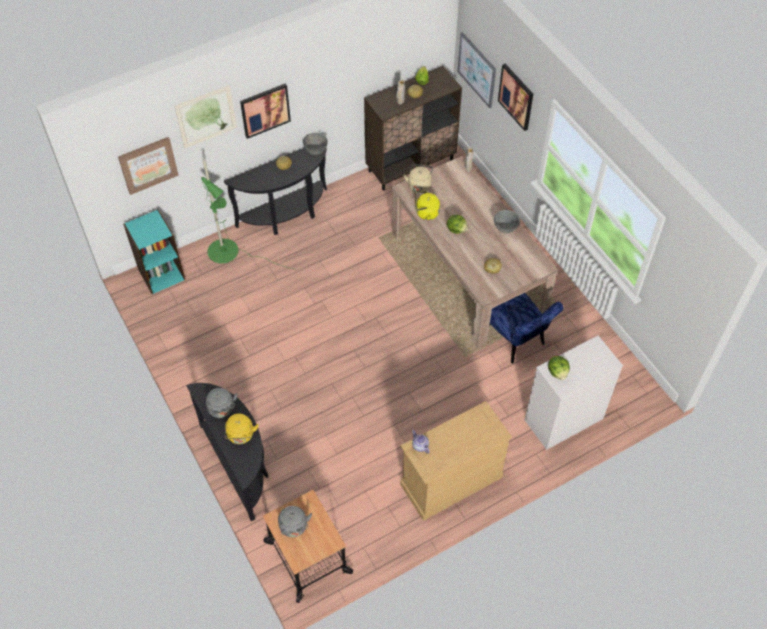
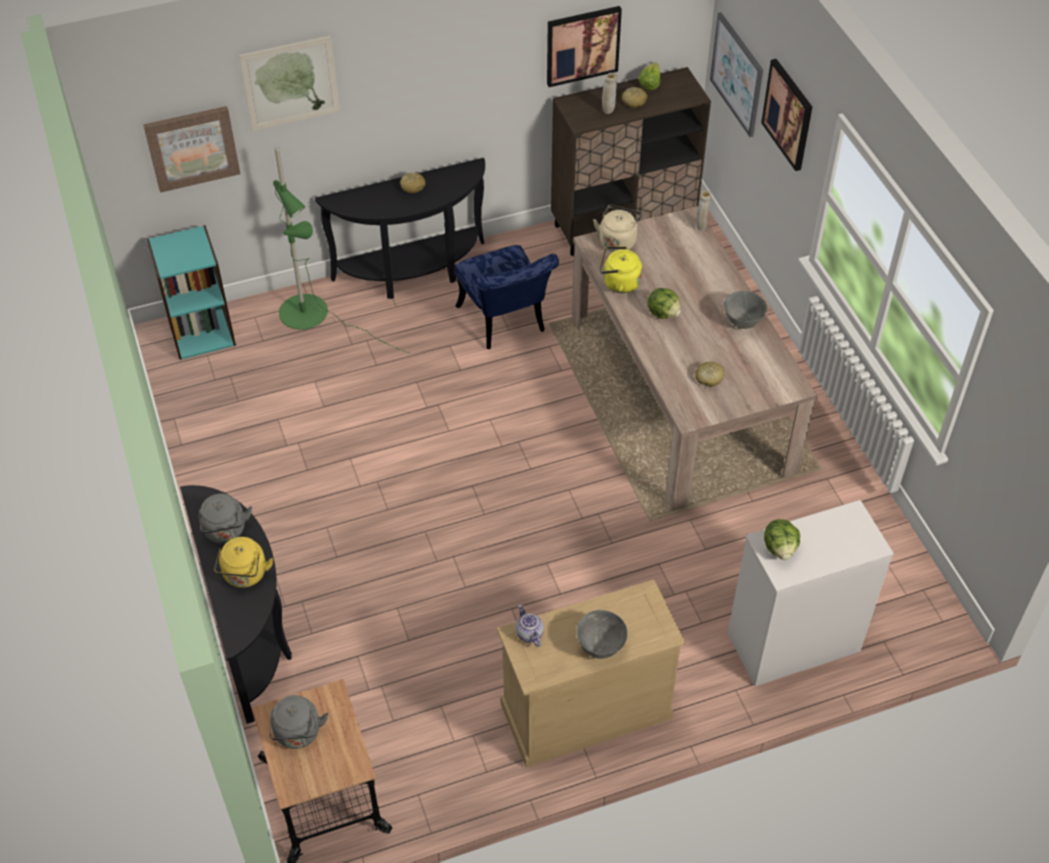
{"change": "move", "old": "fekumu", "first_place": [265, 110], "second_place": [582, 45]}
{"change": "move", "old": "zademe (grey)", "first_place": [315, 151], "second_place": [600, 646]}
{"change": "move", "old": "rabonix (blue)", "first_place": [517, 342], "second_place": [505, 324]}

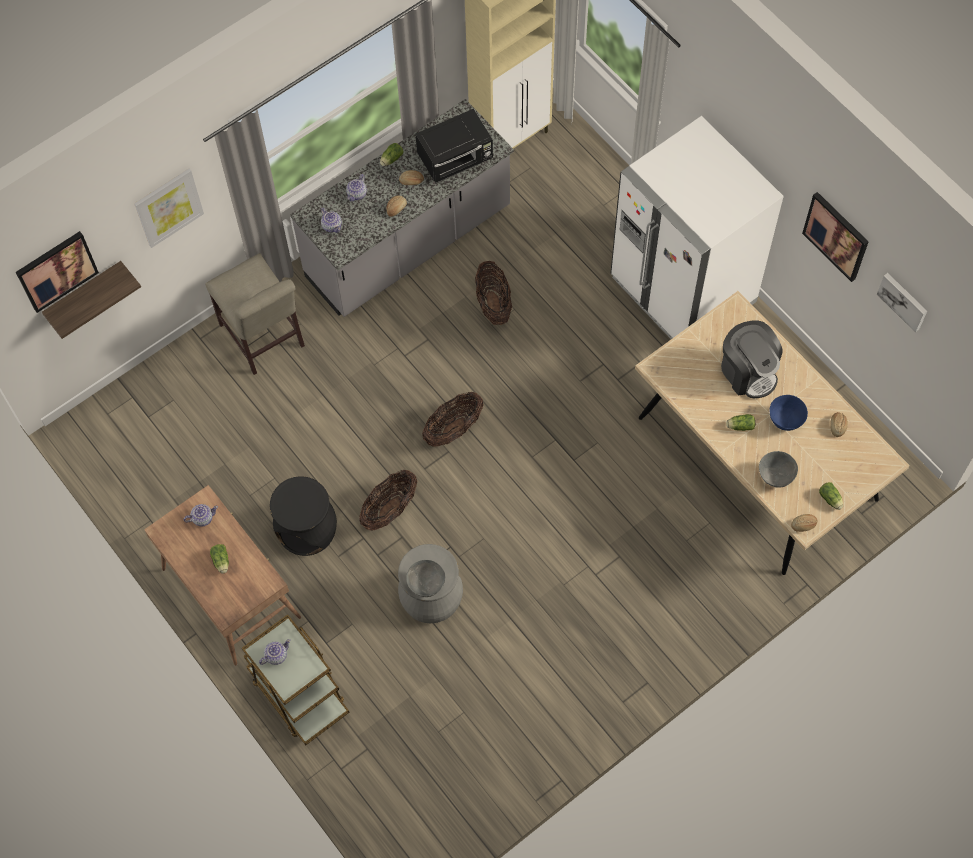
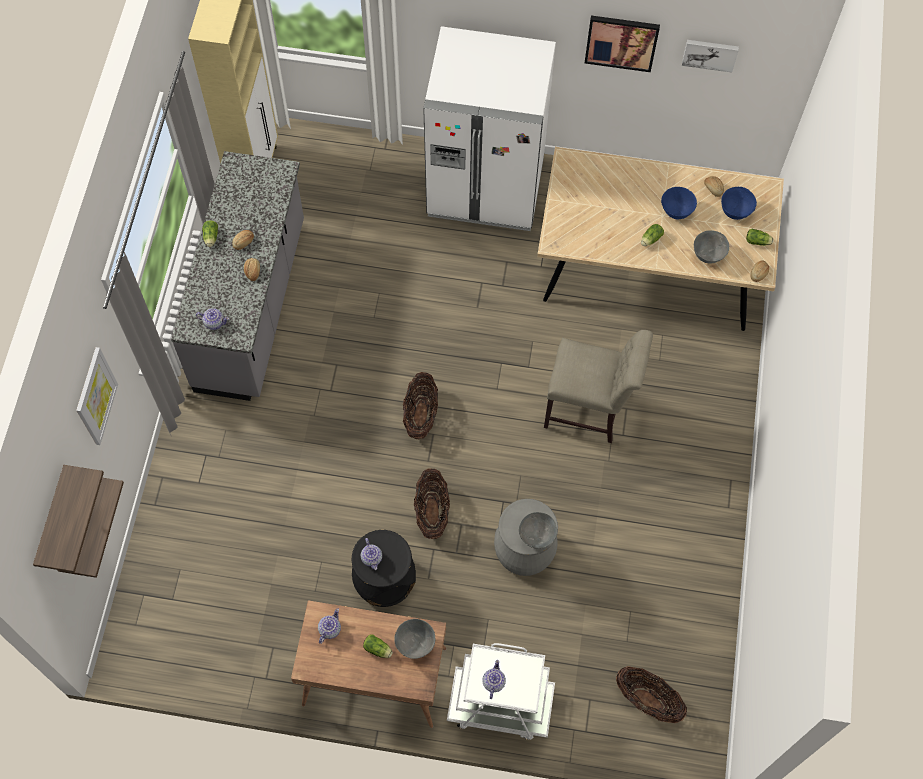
{"change": "delete", "old": "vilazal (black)", "first_place": [456, 159]}
{"change": "move", "old": "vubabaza", "first_place": [357, 194], "second_place": [372, 558]}
{"change": "replace", "old": "fekumu", "new": "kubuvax", "first_place": [56, 270], "second_place": [53, 520]}
{"change": "move", "old": "rabonix (beige)", "first_place": [264, 339], "second_place": [589, 411]}
{"change": "move", "old": "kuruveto", "first_place": [493, 304], "second_place": [648, 700]}
{"change": "delete", "old": "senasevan", "first_place": [748, 371]}
{"change": "recolor", "old": "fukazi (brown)", "new": "fukazi (white)", "first_place": [298, 693], "second_place": [500, 704]}
{"change": "insert", "new": "zademe (blue)", "second_place": [735, 212]}
{"change": "insert", "new": "zademe (grey)", "second_place": [415, 643]}

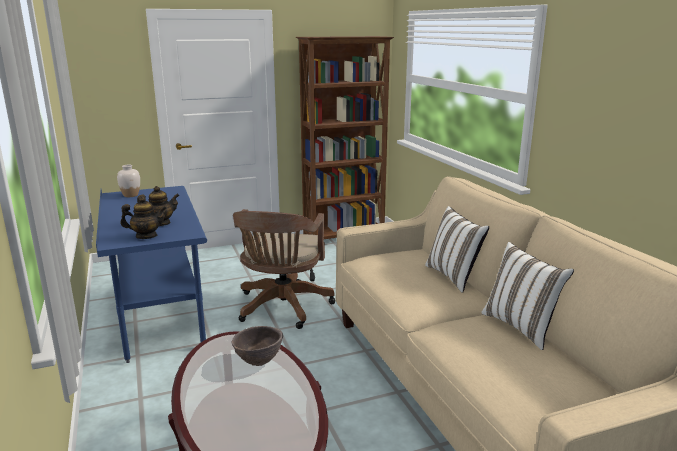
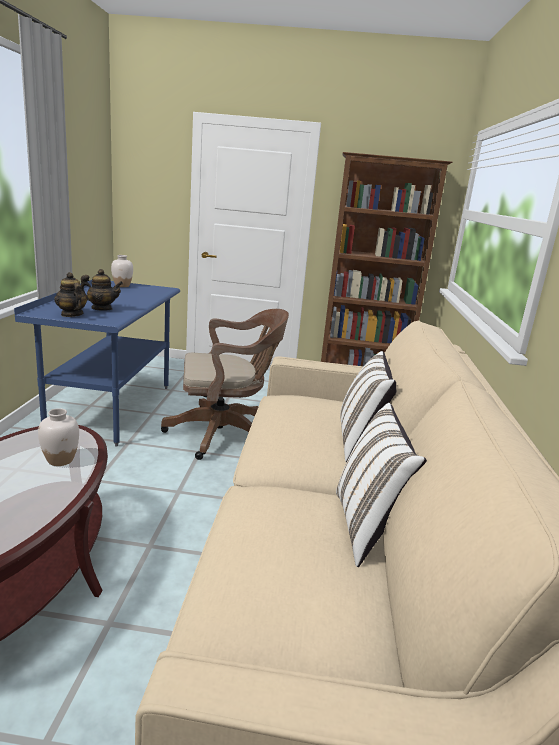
{"change": "rotate", "old": "vubabaza", "first_place": [146, 236], "second_place": [71, 314], "degrees": -150}
{"change": "rotate", "old": "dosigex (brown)", "first_place": [282, 308], "second_place": [225, 434], "degrees": -135}
{"change": "replace", "old": "zademe (brown)", "new": "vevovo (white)", "first_place": [258, 362], "second_place": [60, 460]}

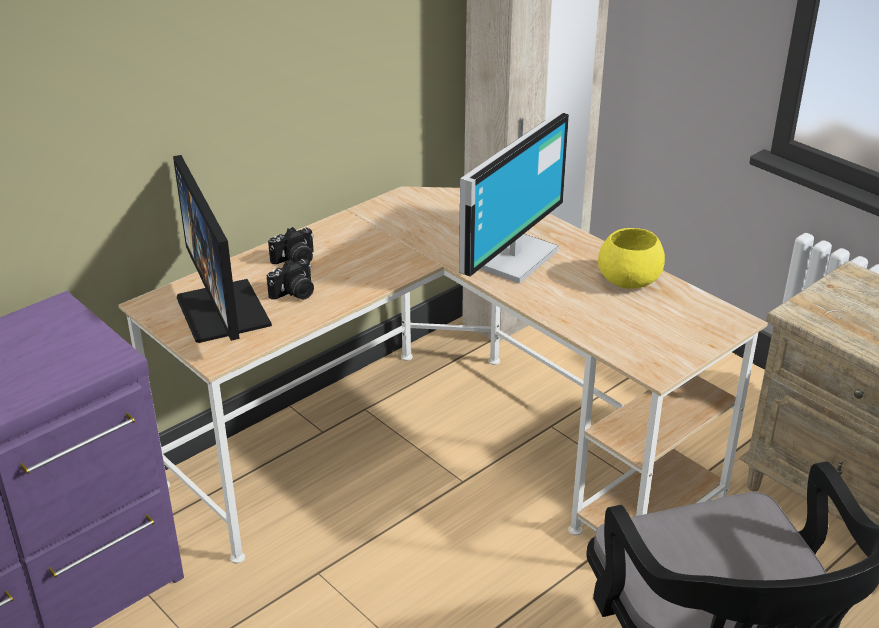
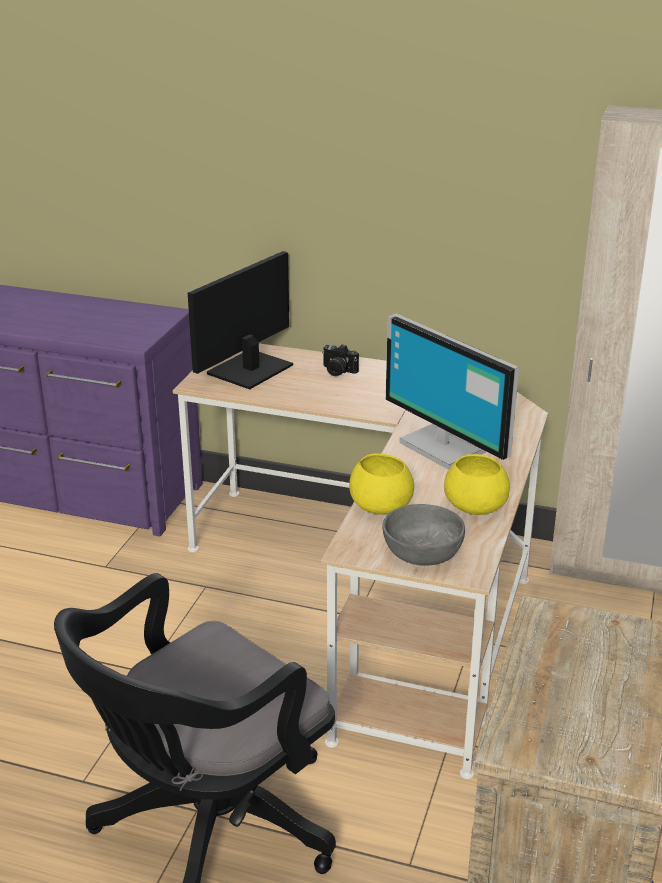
{"change": "rotate", "old": "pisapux", "first_place": [511, 257], "second_place": [444, 446], "degrees": 45}
{"change": "delete", "old": "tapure", "first_place": [294, 293]}
{"change": "insert", "new": "zademe (yellow)", "second_place": [379, 505]}
{"change": "insert", "new": "zademe (grey)", "second_place": [422, 552]}

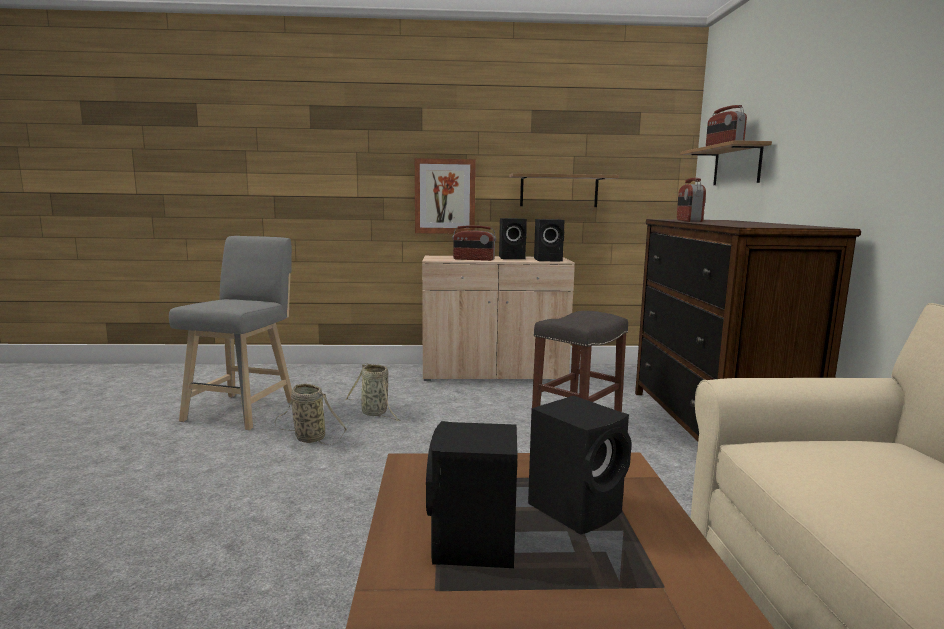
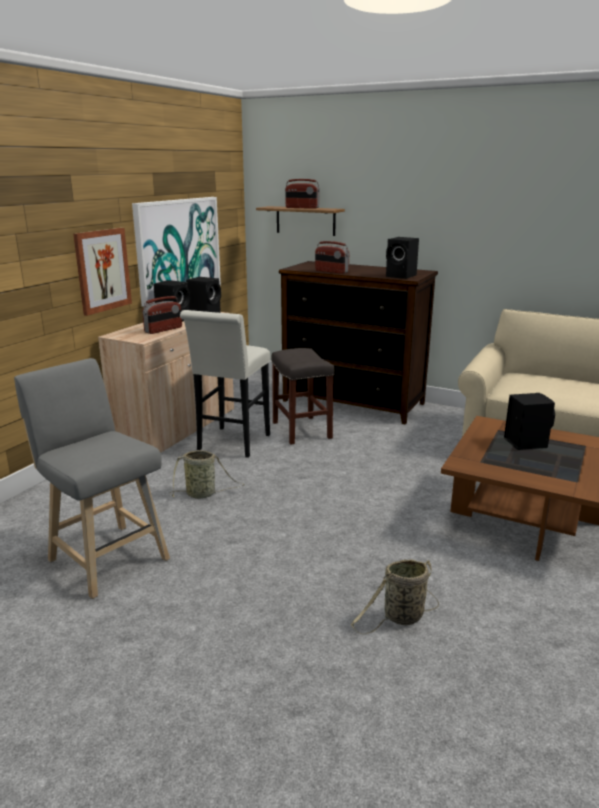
{"change": "replace", "old": "kubuvax", "new": "fekumu", "first_place": [559, 191], "second_place": [178, 248]}
{"change": "move", "old": "kuruveto", "first_place": [308, 437], "second_place": [401, 618]}
{"change": "move", "old": "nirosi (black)", "first_place": [473, 547], "second_place": [402, 276]}
{"change": "insert", "new": "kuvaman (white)", "second_place": [231, 444]}

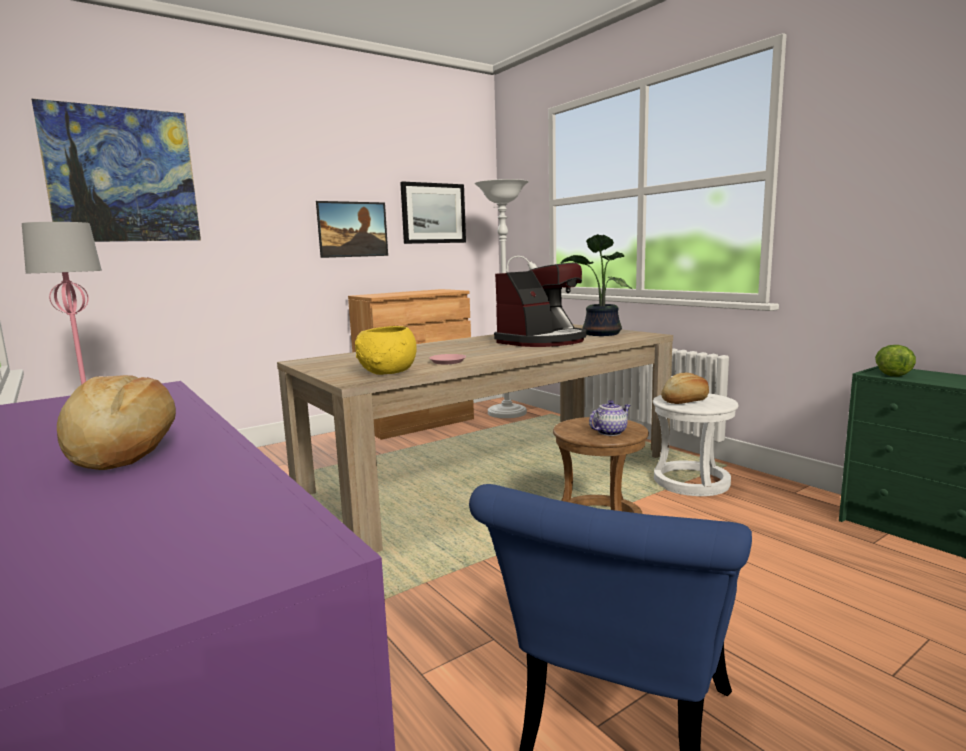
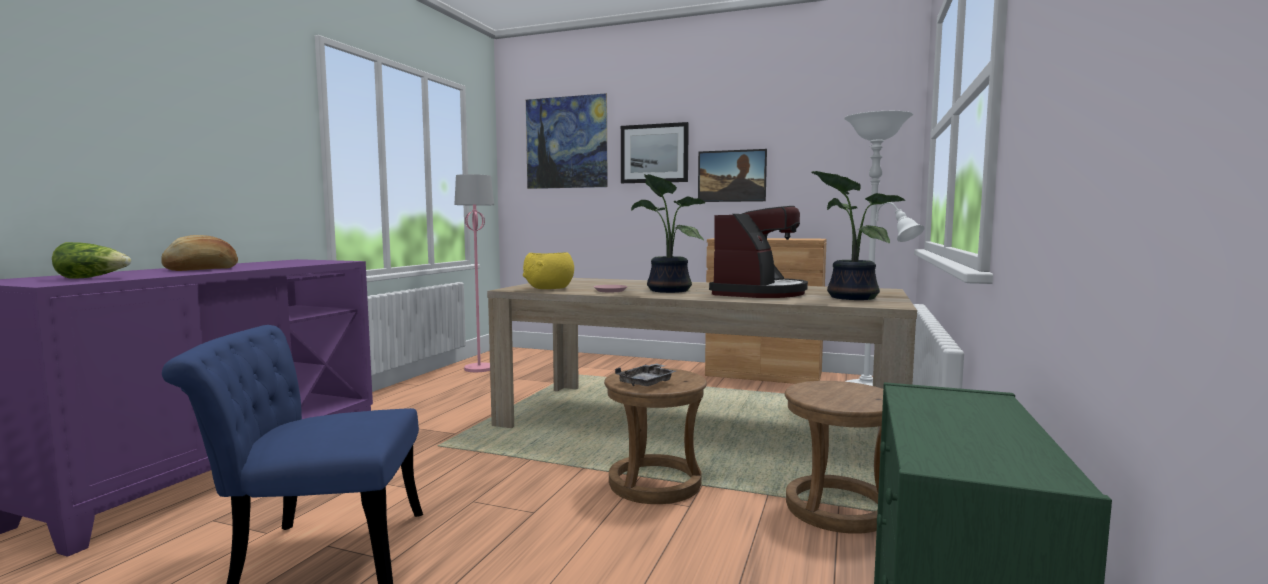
{"change": "move", "old": "fekumu", "first_place": [433, 213], "second_place": [654, 153]}
{"change": "rotate", "old": "senasevan", "first_place": [542, 341], "second_place": [759, 293], "degrees": -75}
{"change": "move", "old": "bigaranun", "first_place": [891, 373], "second_place": [93, 278]}
{"change": "delete", "old": "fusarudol", "first_place": [685, 401]}
{"change": "recolor", "old": "kuvaman (white)", "new": "kuvaman (brown)", "first_place": [691, 482], "second_place": [837, 508]}
{"change": "replace", "old": "vubabaza", "new": "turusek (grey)", "first_place": [610, 432], "second_place": [647, 382]}
{"change": "insert", "new": "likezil", "second_place": [666, 290]}

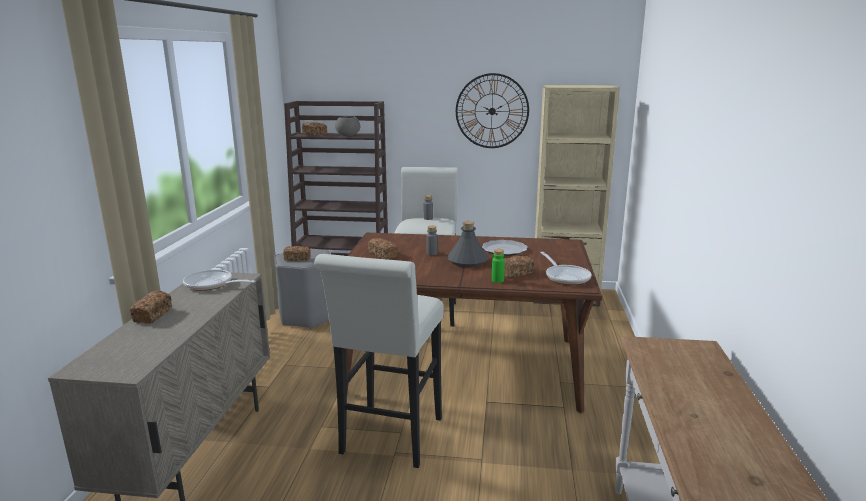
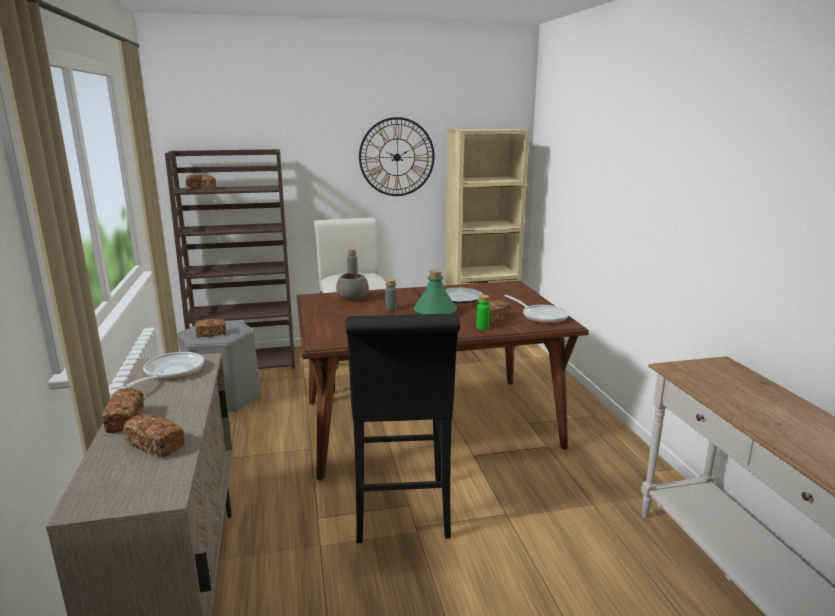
{"change": "move", "old": "zademe (grey)", "first_place": [347, 135], "second_place": [352, 299]}
{"change": "recolor", "old": "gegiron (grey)", "new": "gegiron (green)", "first_place": [468, 261], "second_place": [435, 312]}
{"change": "move", "old": "fusarudol", "first_place": [383, 255], "second_place": [156, 445]}
{"change": "recolor", "old": "kuvaman (white)", "new": "kuvaman (black)", "first_place": [389, 440], "second_place": [401, 516]}
{"change": "rotate", "old": "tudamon", "first_place": [212, 284], "second_place": [170, 373], "degrees": 105}

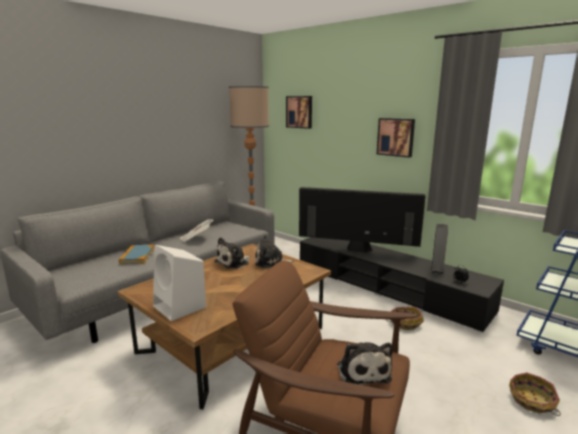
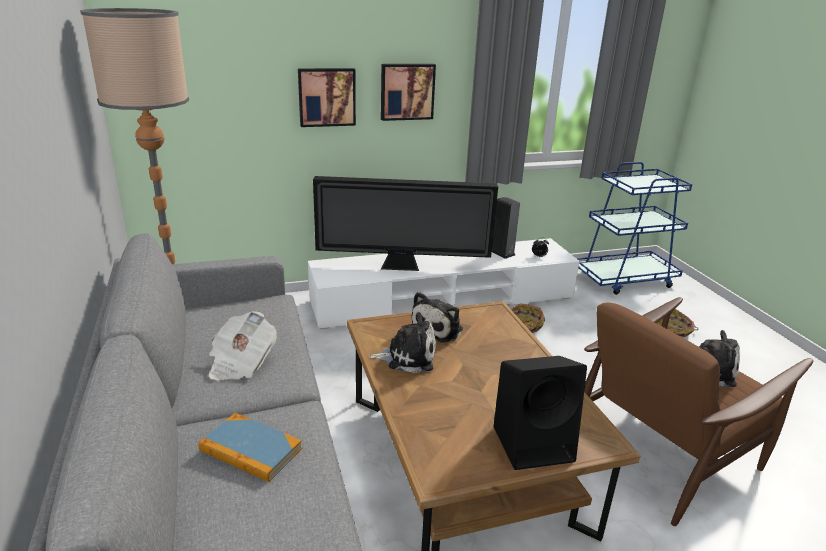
{"change": "move", "old": "fekumu", "first_place": [299, 112], "second_place": [326, 97]}
{"change": "rotate", "old": "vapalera", "first_place": [357, 250], "second_place": [402, 267], "degrees": -135}
{"change": "rotate", "old": "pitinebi", "first_place": [233, 262], "second_place": [408, 357], "degrees": -75}
{"change": "recolor", "old": "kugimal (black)", "new": "kugimal (white)", "first_place": [387, 288], "second_place": [444, 300]}
{"change": "recolor", "old": "nirosi (white)", "new": "nirosi (black)", "first_place": [180, 307], "second_place": [535, 443]}

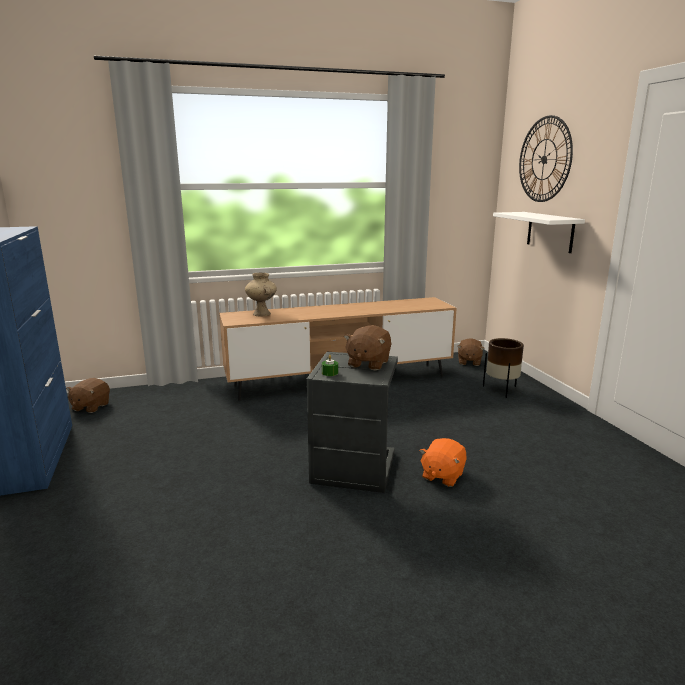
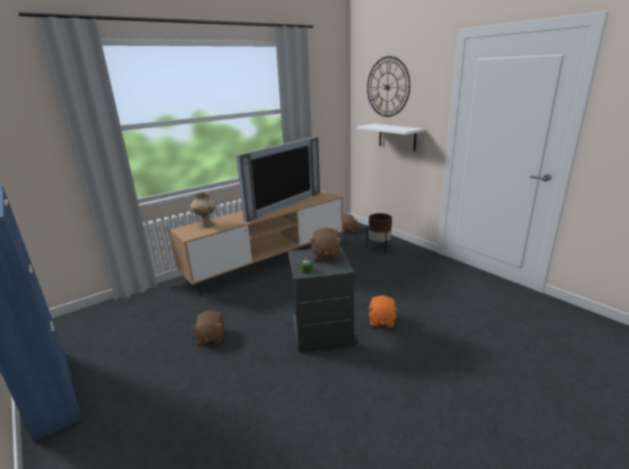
{"change": "move", "old": "pitinebi (brown)", "first_place": [90, 407], "second_place": [210, 337]}
{"change": "insert", "new": "vapalera", "second_place": [282, 205]}

